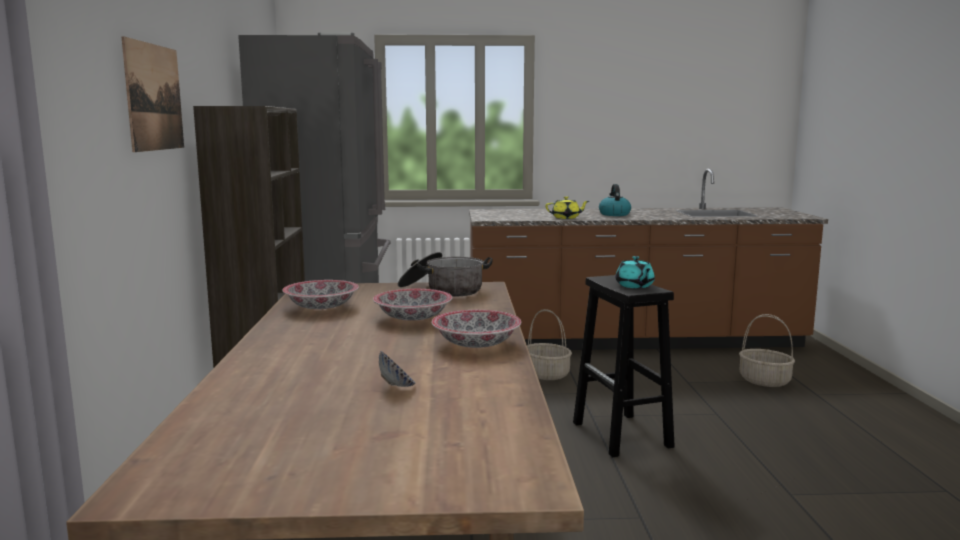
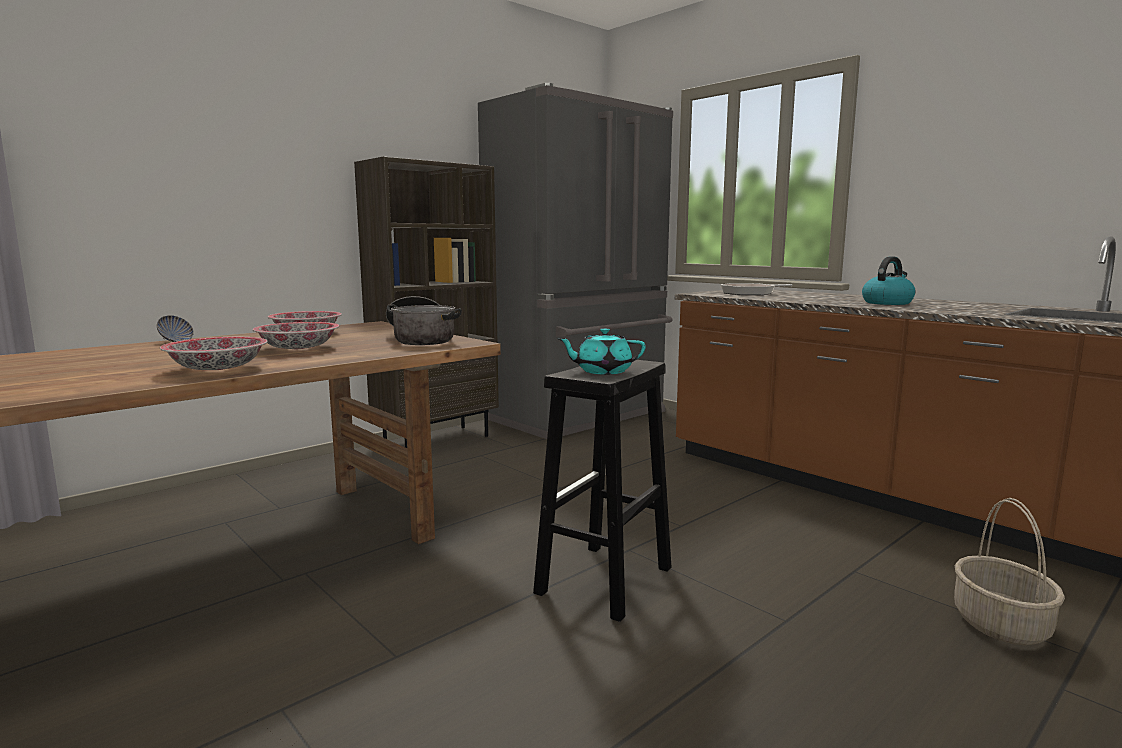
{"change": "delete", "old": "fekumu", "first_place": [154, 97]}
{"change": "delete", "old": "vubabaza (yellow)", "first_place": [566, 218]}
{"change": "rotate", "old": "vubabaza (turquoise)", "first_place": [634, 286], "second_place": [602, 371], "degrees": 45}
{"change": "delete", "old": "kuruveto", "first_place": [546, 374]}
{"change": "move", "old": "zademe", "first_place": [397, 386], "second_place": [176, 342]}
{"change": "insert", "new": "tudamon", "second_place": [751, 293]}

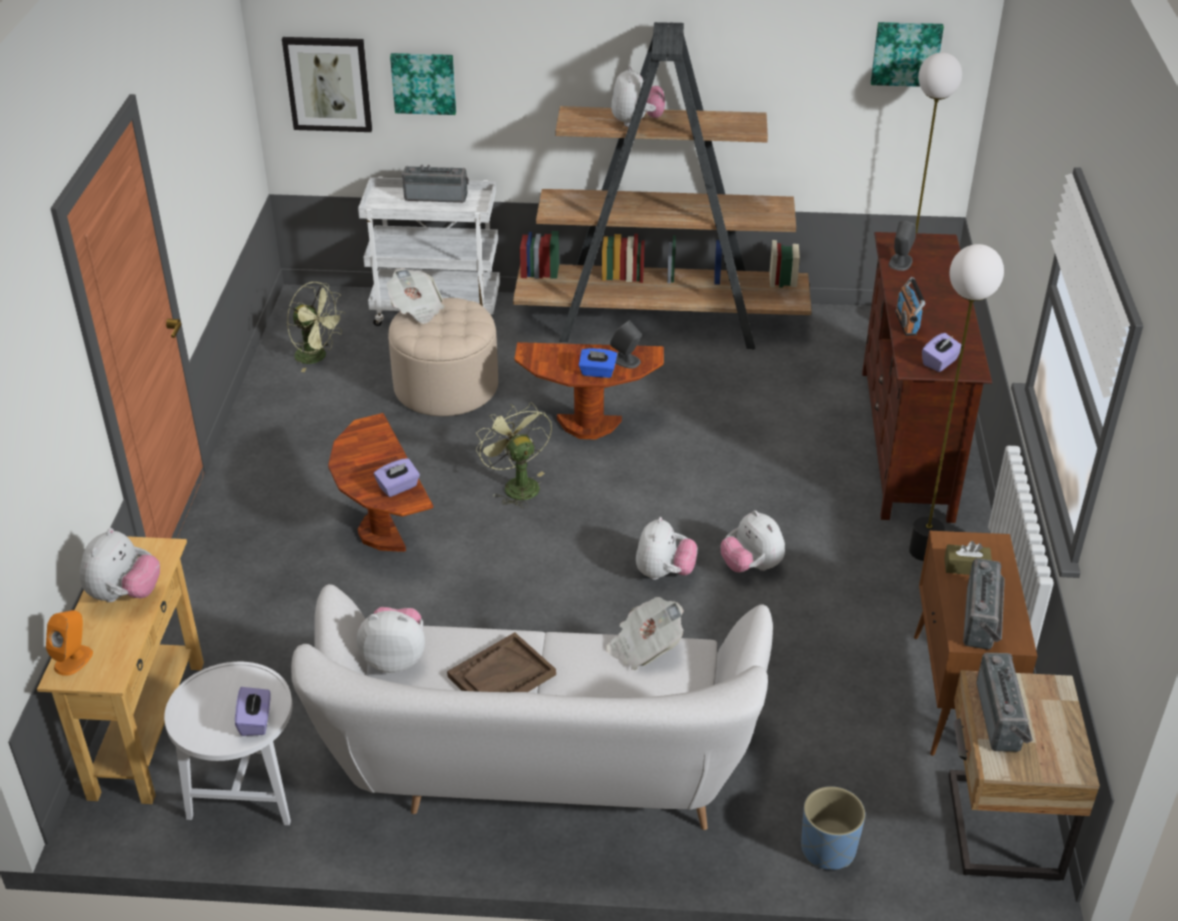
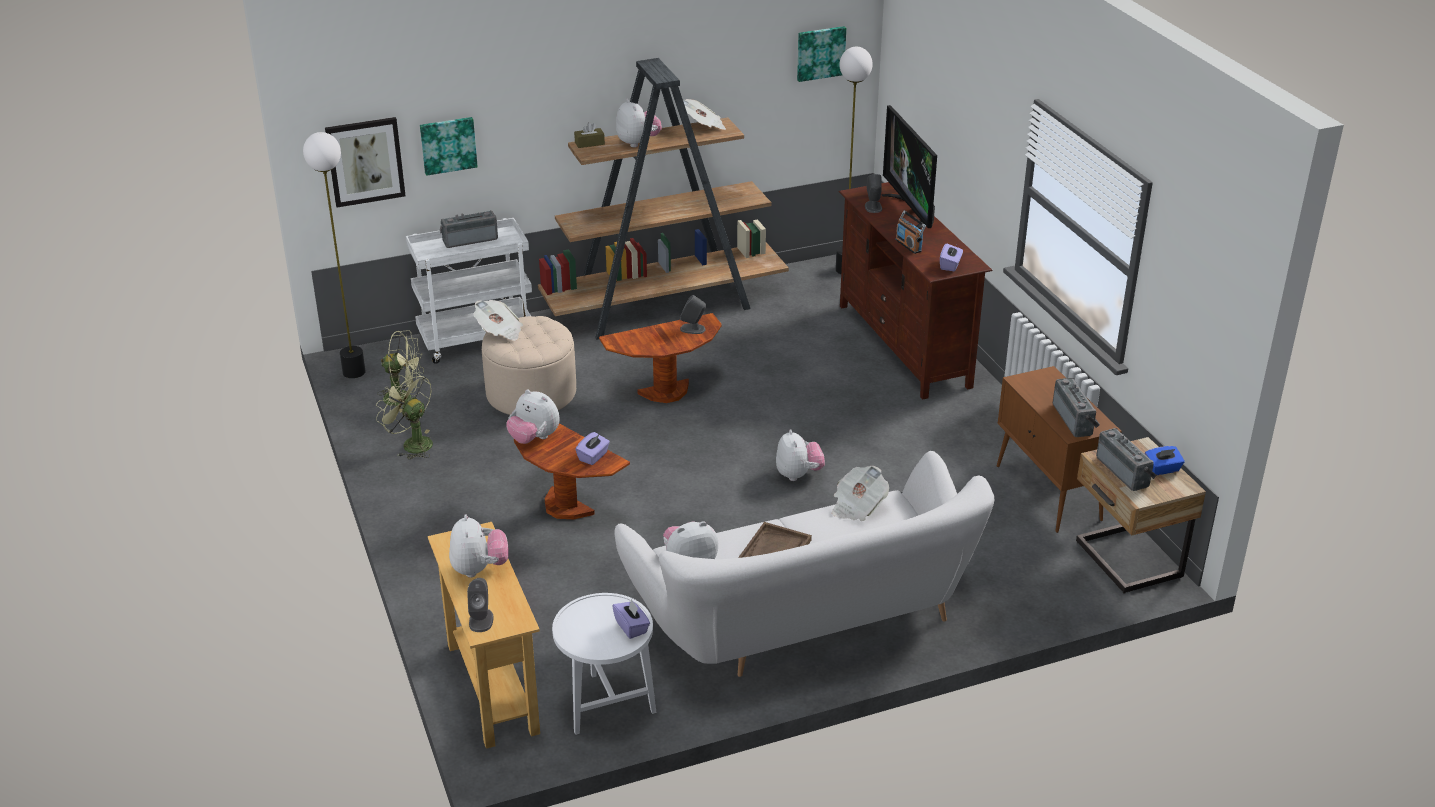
{"change": "move", "old": "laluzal", "first_place": [924, 551], "second_place": [354, 372]}
{"change": "move", "old": "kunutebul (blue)", "first_place": [597, 372], "second_place": [1162, 469]}
{"change": "move", "old": "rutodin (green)", "first_place": [516, 485], "second_place": [412, 443]}
{"change": "move", "old": "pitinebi", "first_place": [751, 566], "second_place": [534, 438]}
{"change": "move", "old": "kunutebul (brown)", "first_place": [966, 567], "second_place": [589, 143]}
{"change": "recolor", "old": "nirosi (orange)", "new": "nirosi (grey)", "first_place": [74, 659], "second_place": [481, 620]}
{"change": "delete", "old": "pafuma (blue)", "first_place": [827, 849]}
{"change": "insert", "new": "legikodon", "second_place": [703, 126]}
{"change": "insert", "new": "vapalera", "second_place": [910, 211]}

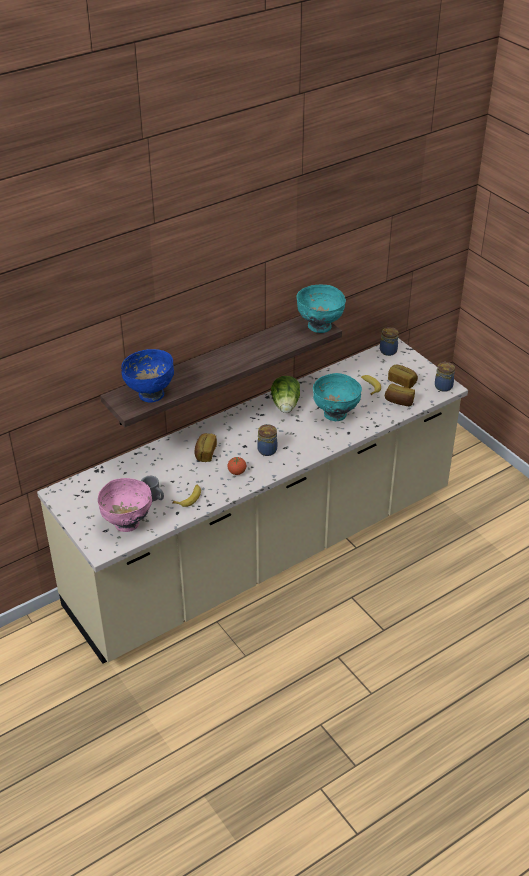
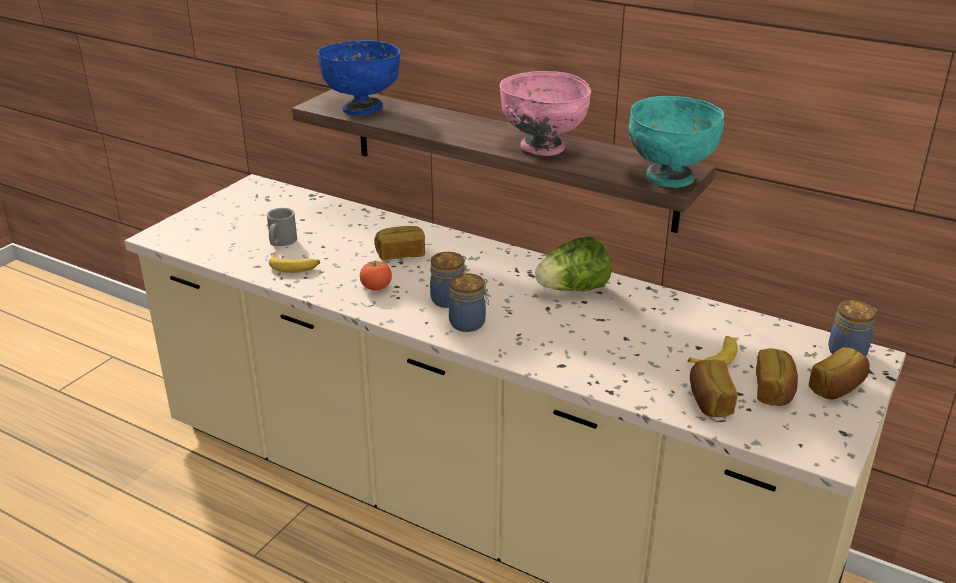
{"change": "move", "old": "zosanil", "first_place": [443, 386], "second_place": [469, 323]}
{"change": "delete", "old": "zademe (turquoise)", "first_place": [335, 414]}
{"change": "move", "old": "zademe (pink)", "first_place": [127, 523], "second_place": [542, 148]}
{"change": "insert", "new": "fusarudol", "second_place": [838, 388]}

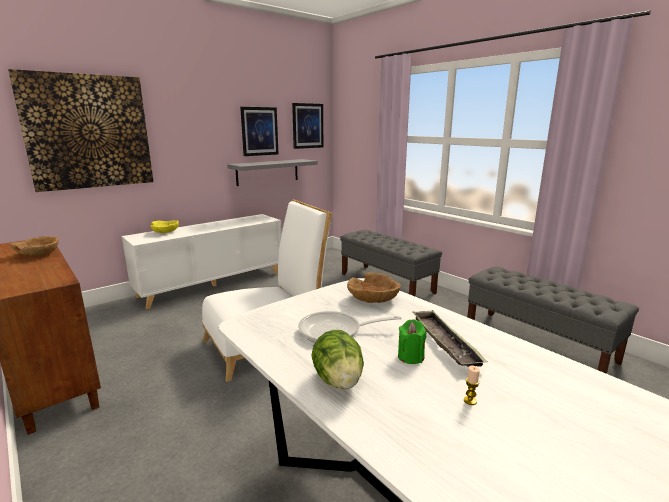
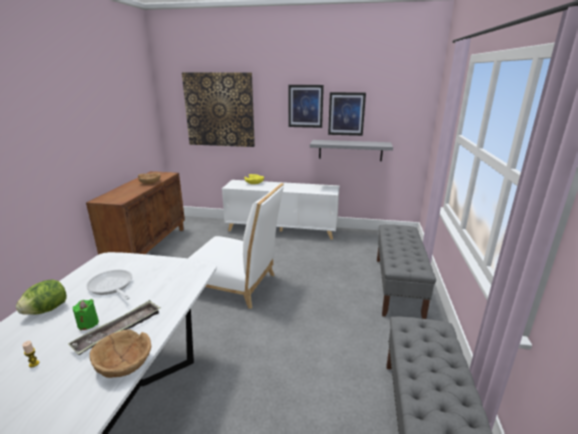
{"change": "move", "old": "fekumu", "first_place": [307, 126], "second_place": [305, 106]}
{"change": "move", "old": "zademe (brown)", "first_place": [374, 299], "second_place": [123, 364]}

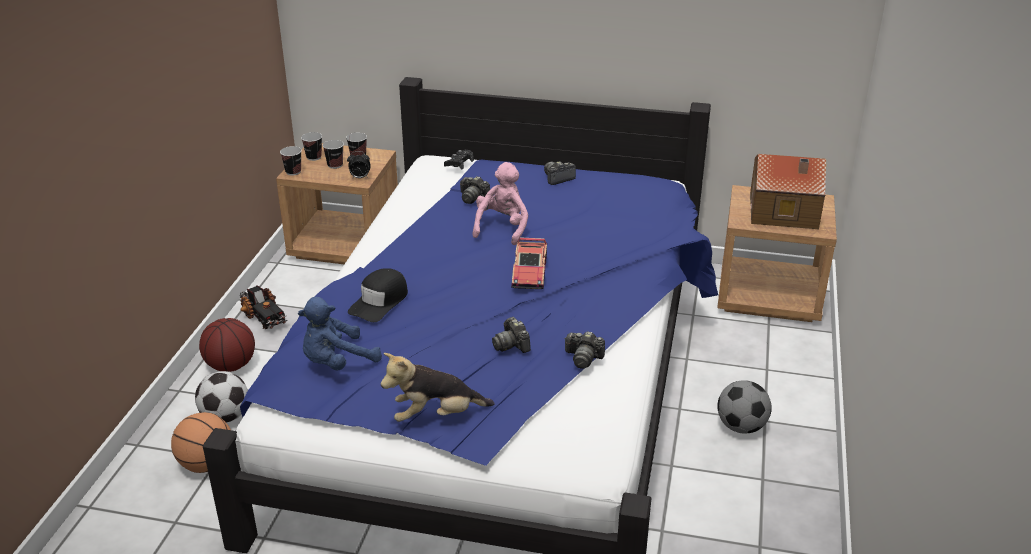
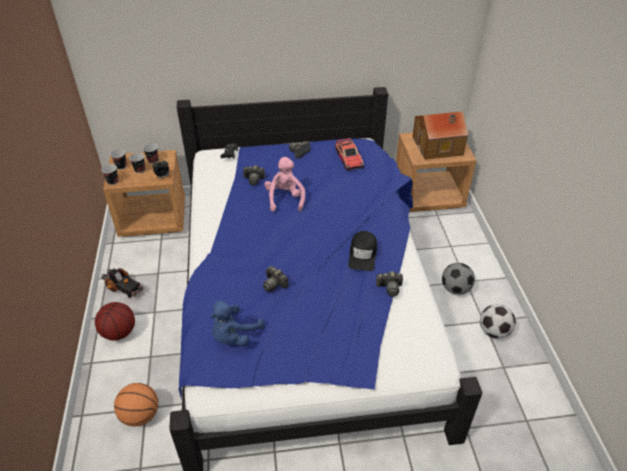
{"change": "move", "old": "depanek", "first_place": [529, 272], "second_place": [349, 159]}
{"change": "move", "old": "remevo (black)", "first_place": [379, 302], "second_place": [363, 254]}
{"change": "move", "old": "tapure", "first_place": [511, 345], "second_place": [274, 284]}
{"change": "delete", "old": "pitinebi", "first_place": [436, 415]}
{"change": "move", "old": "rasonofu", "first_place": [225, 417], "second_place": [493, 332]}

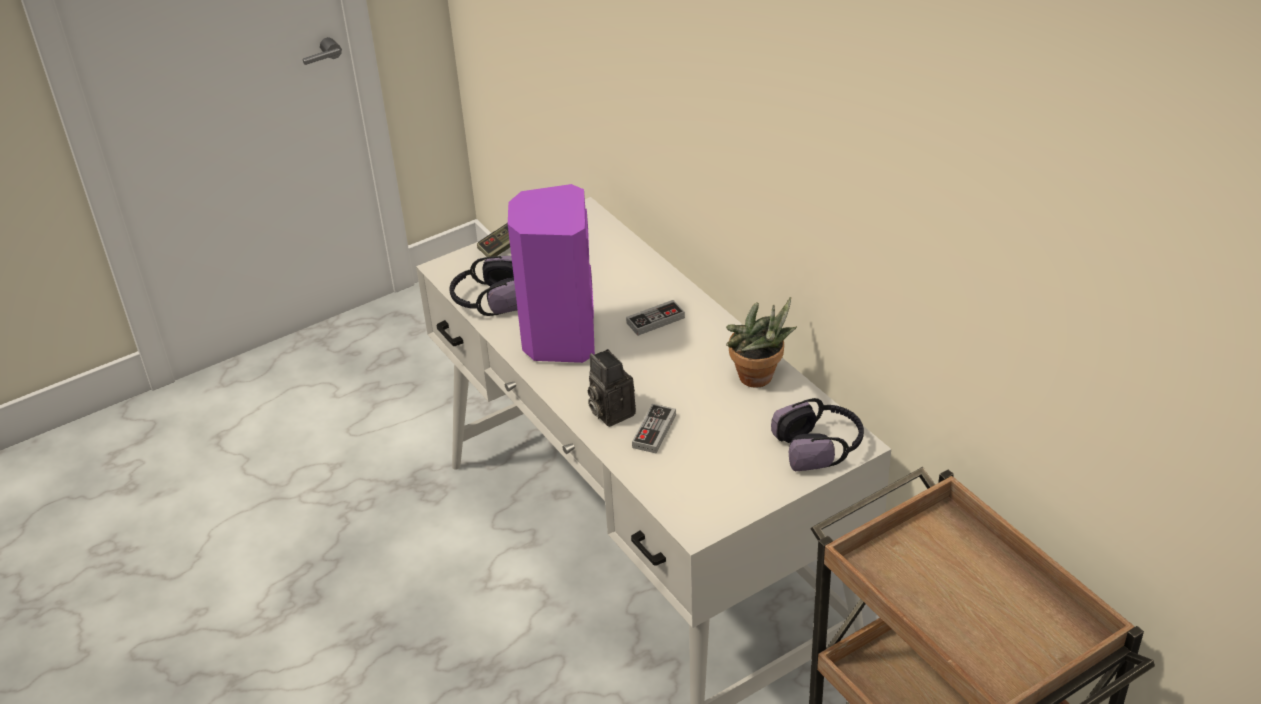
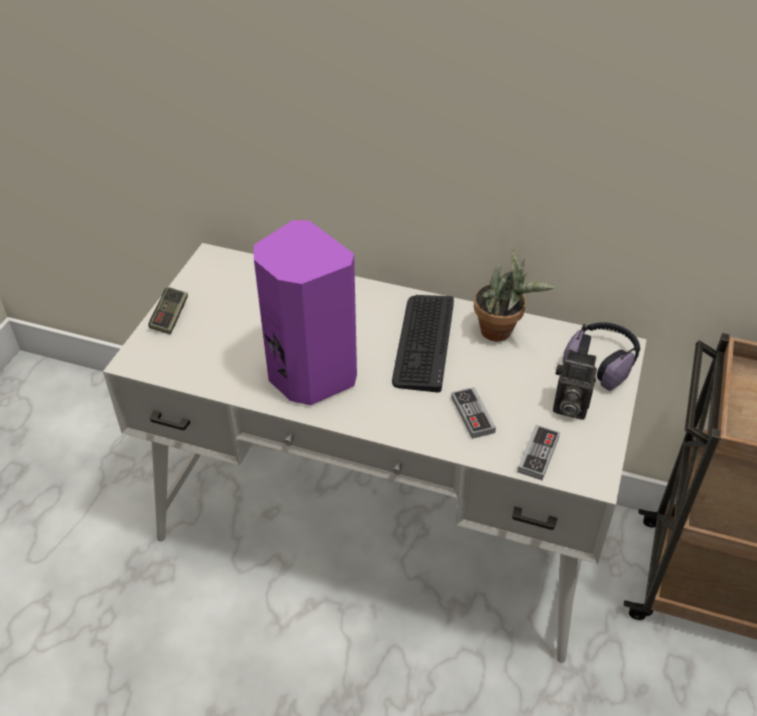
{"change": "delete", "old": "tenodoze", "first_place": [489, 300]}
{"change": "move", "old": "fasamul", "first_place": [655, 320], "second_place": [538, 454]}
{"change": "move", "old": "tapure", "first_place": [609, 412], "second_place": [568, 406]}
{"change": "insert", "new": "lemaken", "second_place": [423, 342]}

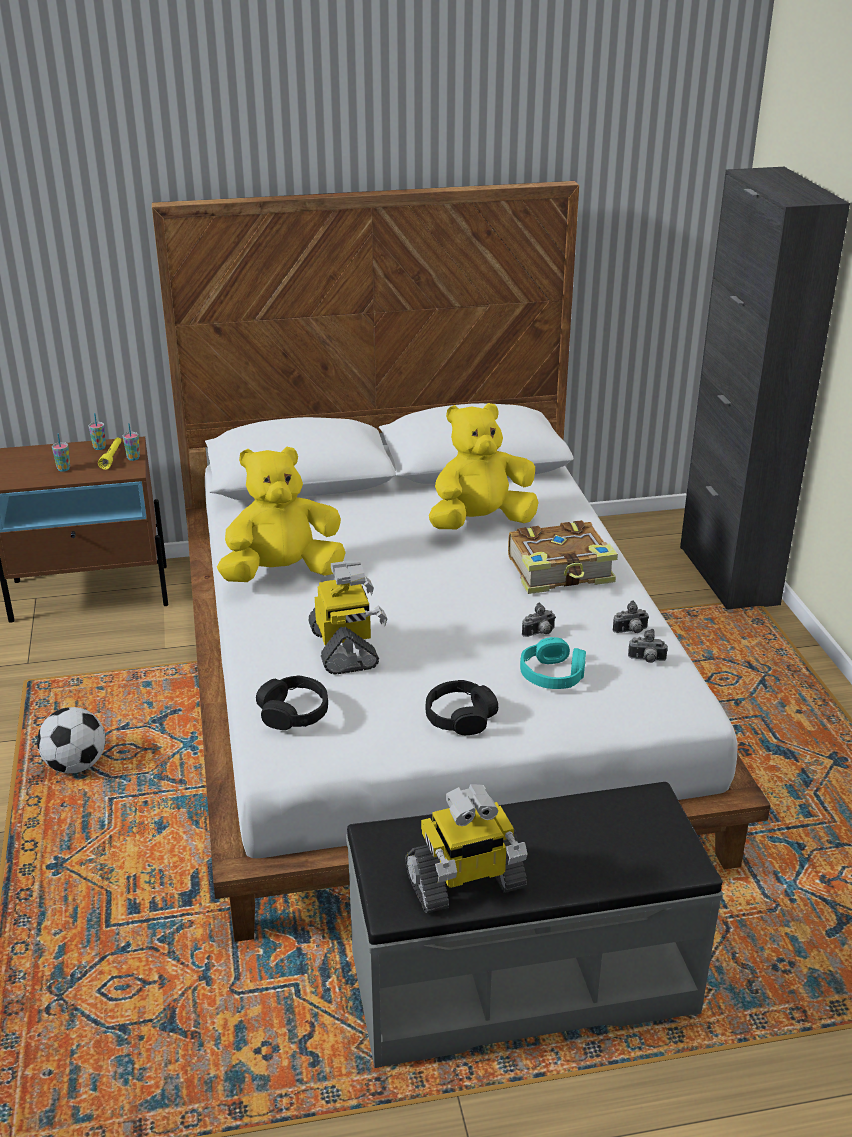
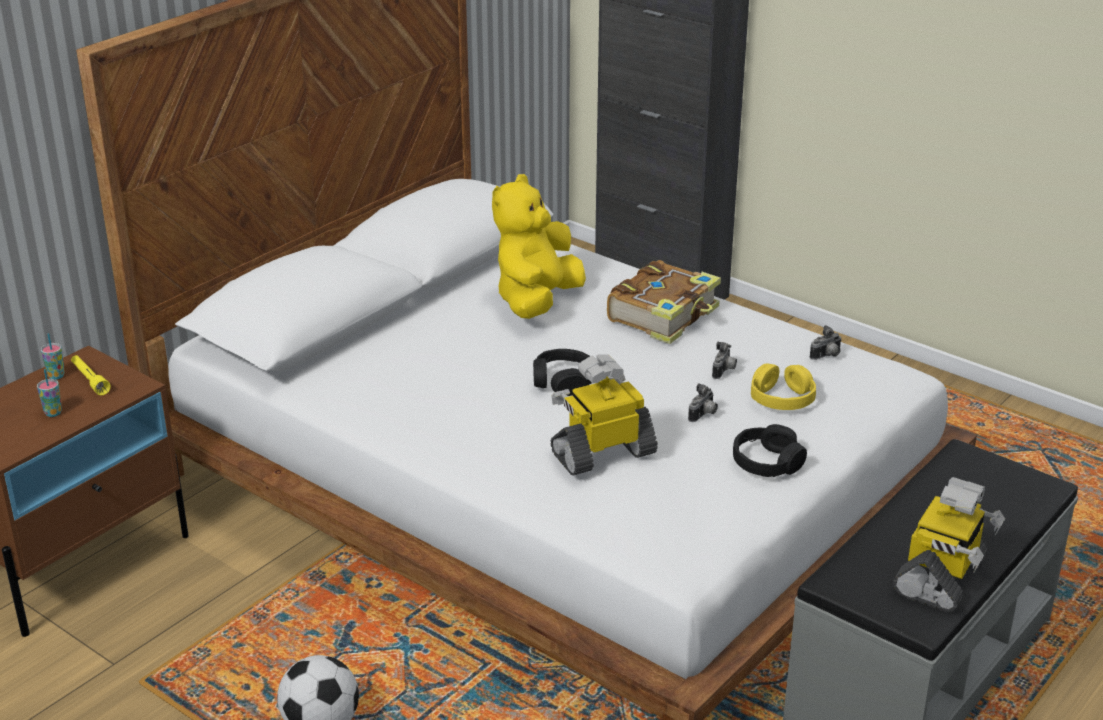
{"change": "delete", "old": "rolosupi", "first_place": [133, 458]}
{"change": "delete", "old": "pitinebi (yellow)", "first_place": [282, 573]}
{"change": "rotate", "old": "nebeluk", "first_place": [345, 648], "second_place": [603, 453], "degrees": -60}
{"change": "move", "old": "tapure", "first_place": [631, 631], "second_place": [703, 415]}
{"change": "recolor", "old": "tenodoze (turquoise)", "new": "tenodoze (yellow)", "first_place": [553, 674], "second_place": [782, 398]}
{"change": "move", "old": "tenodoze (black)", "first_place": [293, 712], "second_place": [563, 381]}

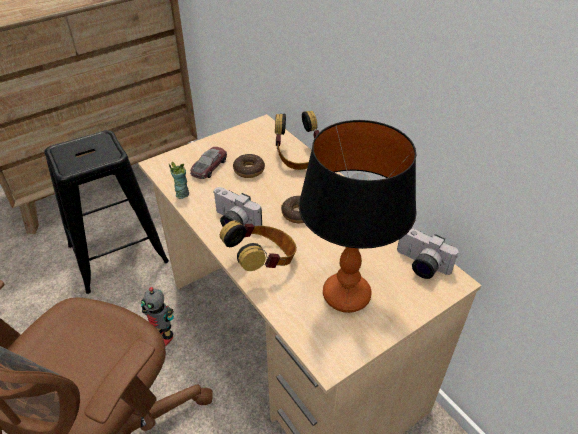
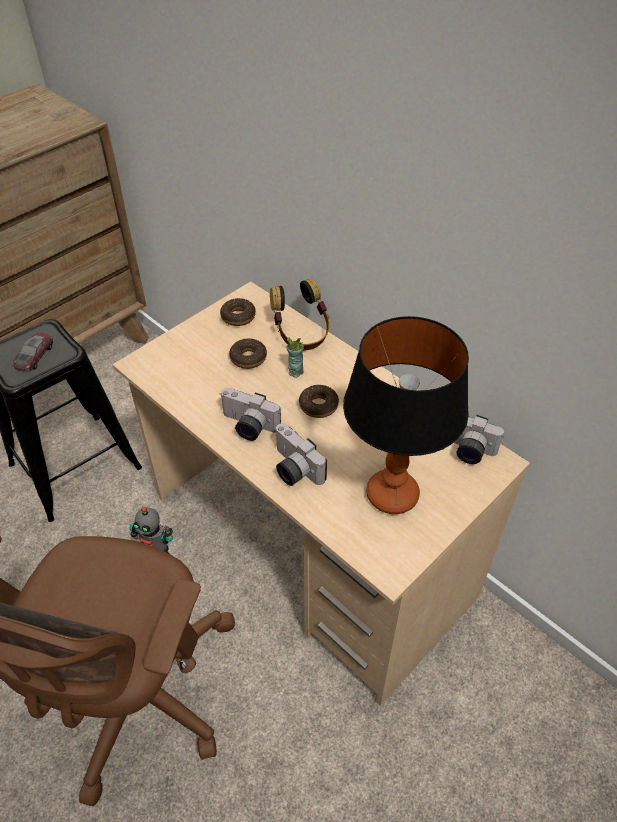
{"change": "move", "old": "depanek", "first_place": [209, 166], "second_place": [34, 356]}
{"change": "move", "old": "rolosupi", "first_place": [182, 194], "second_place": [295, 371]}
{"change": "replace", "old": "tenodoze", "new": "tapure", "first_place": [263, 262], "second_place": [293, 469]}
{"change": "insert", "new": "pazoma", "second_place": [238, 316]}

